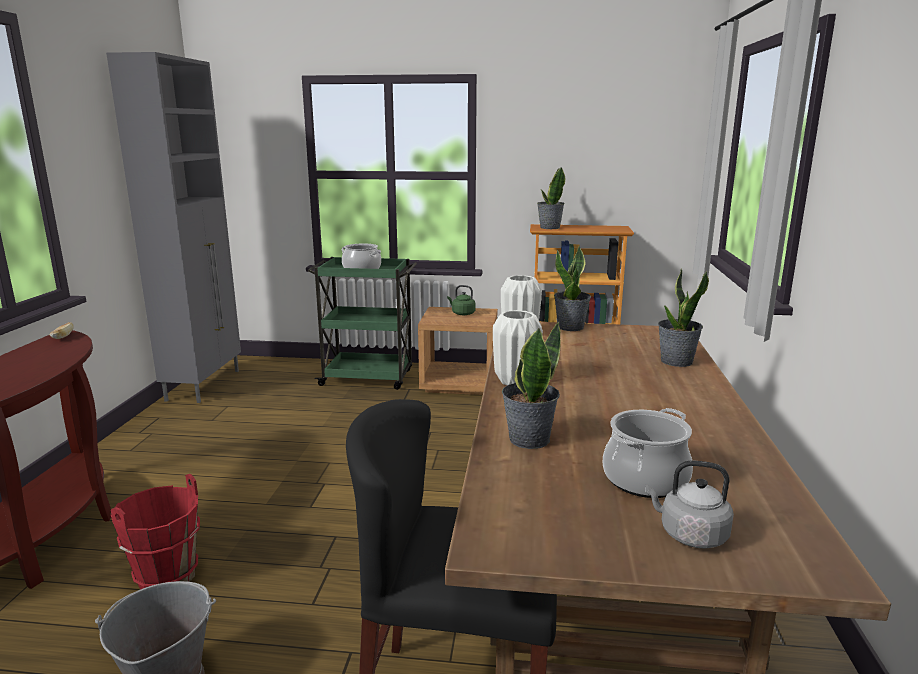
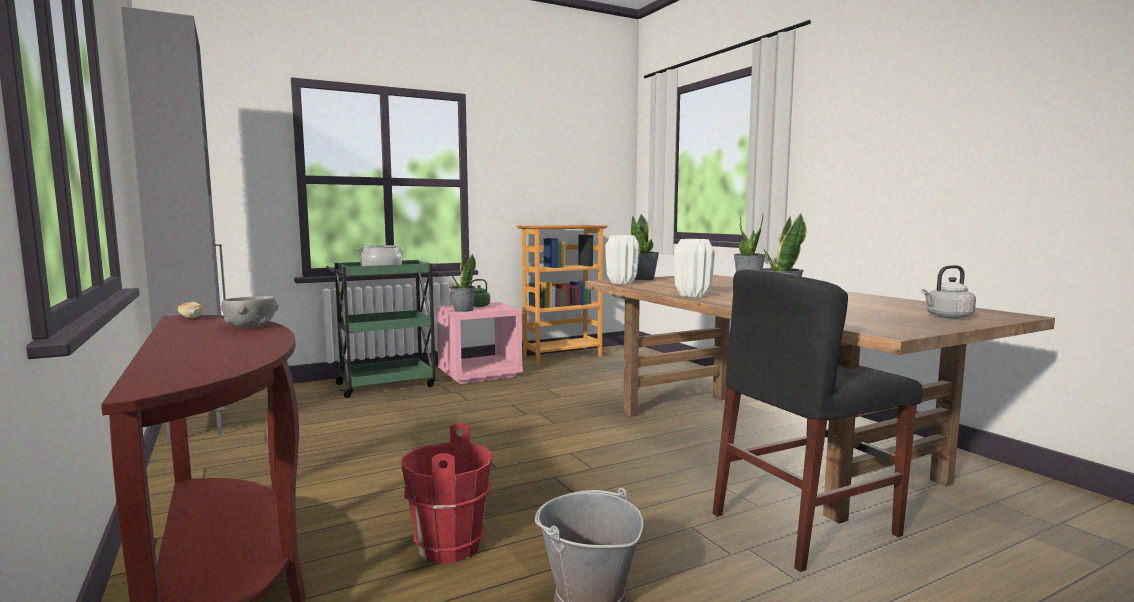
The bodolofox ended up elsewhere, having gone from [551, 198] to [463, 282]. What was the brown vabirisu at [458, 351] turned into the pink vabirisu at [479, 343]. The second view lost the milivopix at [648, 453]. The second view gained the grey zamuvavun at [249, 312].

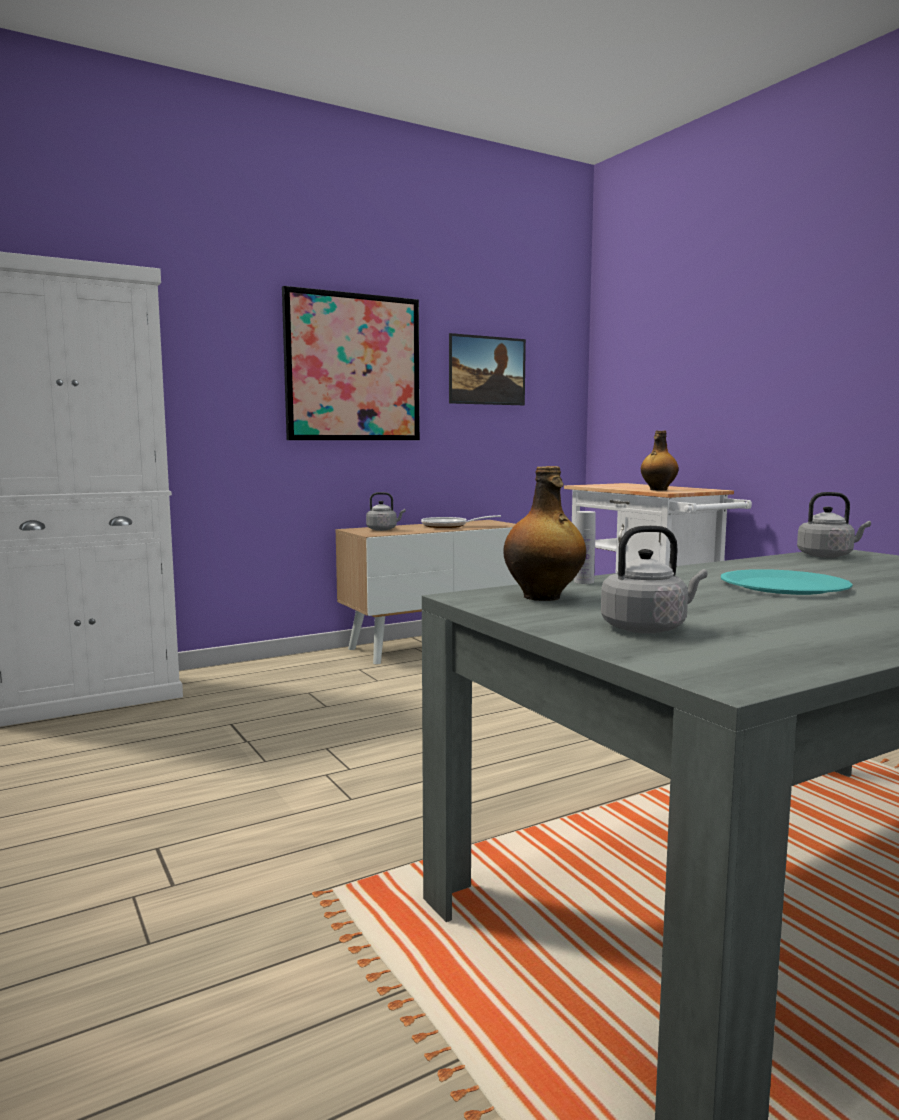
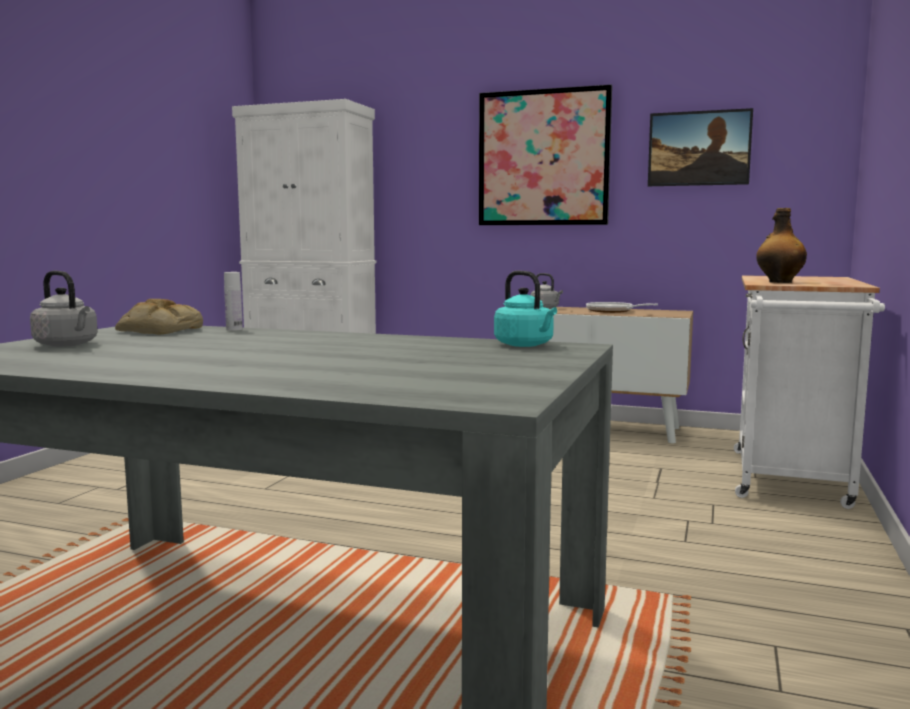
Where the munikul stood at [544, 533], the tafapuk came to stand at [159, 316]. What was the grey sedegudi at [834, 525] turned into the turquoise sedegudi at [525, 309]. The second view lost the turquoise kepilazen at [787, 582].

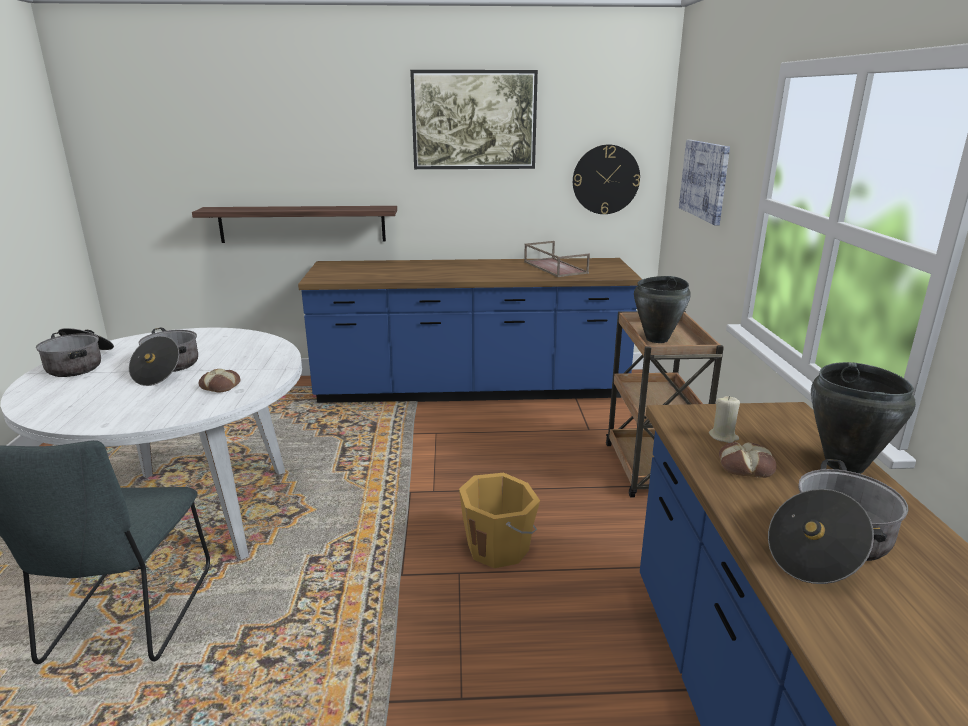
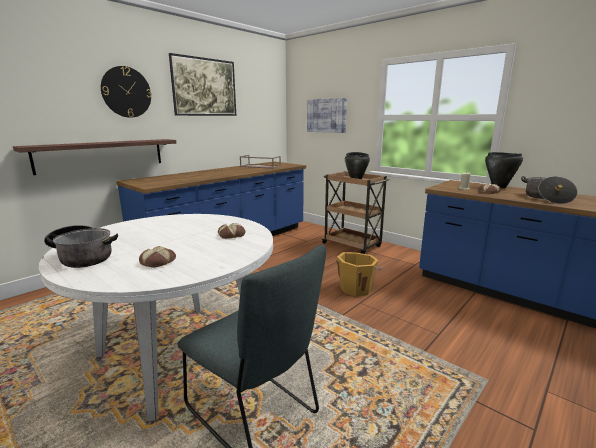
The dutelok ended up elsewhere, having gone from [606, 179] to [126, 92]. The second view lost the milivopix at [163, 357]. The second view gained the tafapuk at [157, 257].

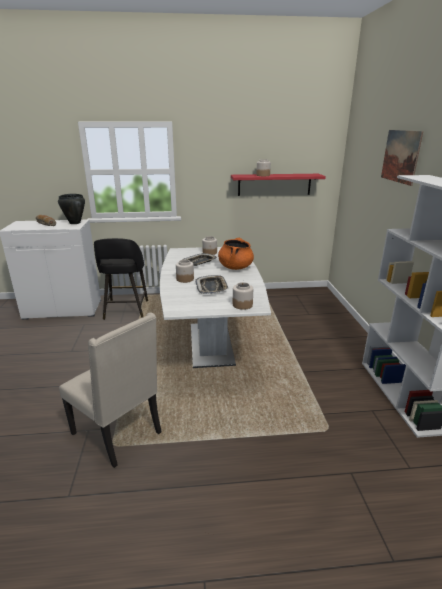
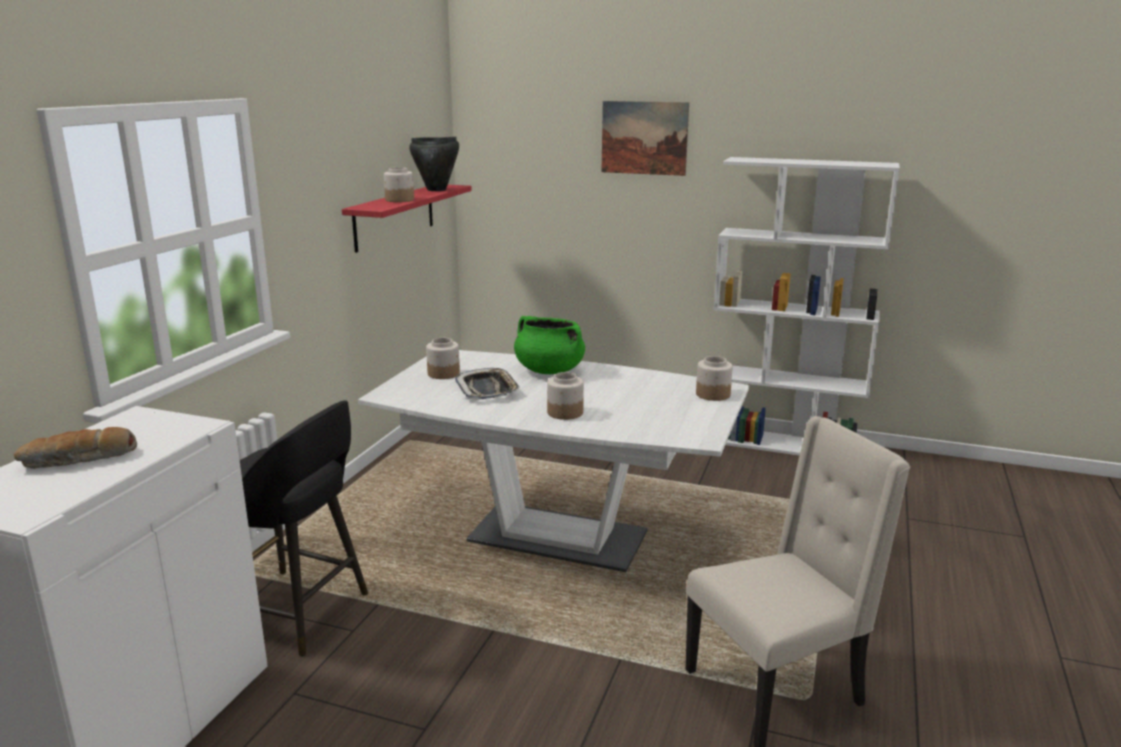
The black milivopix ended up elsewhere, having gone from [71, 209] to [434, 163]. What was the orange milivopix at [236, 254] turned into the green milivopix at [549, 345]. The second view lost the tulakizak at [211, 284].

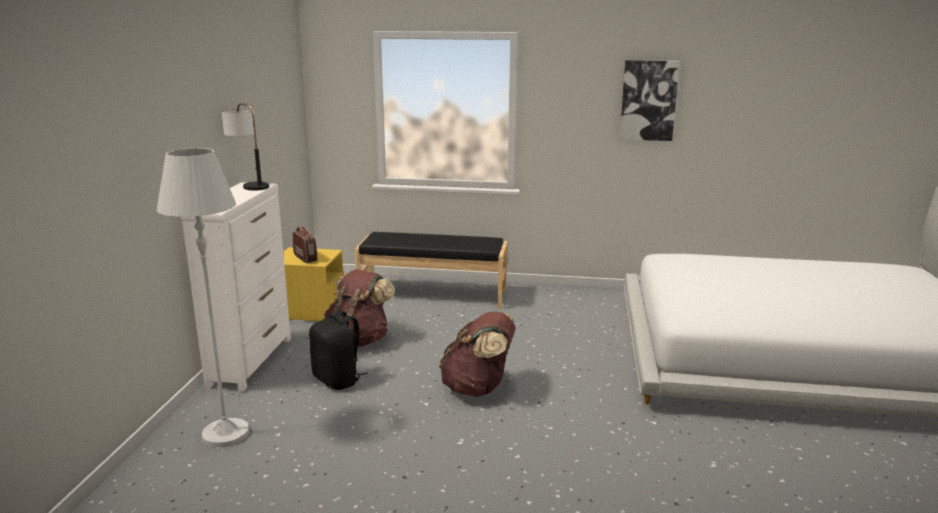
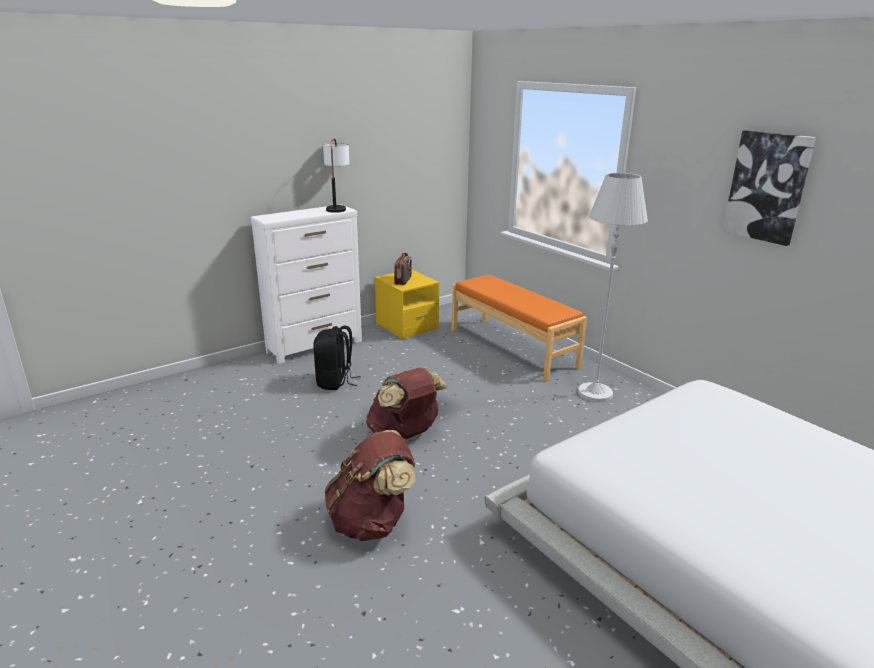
The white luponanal ended up elsewhere, having gone from [203, 298] to [613, 287]. What was the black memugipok at [431, 270] turned into the orange memugipok at [519, 328]. The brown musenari ended up elsewhere, having gone from [359, 308] to [369, 485].

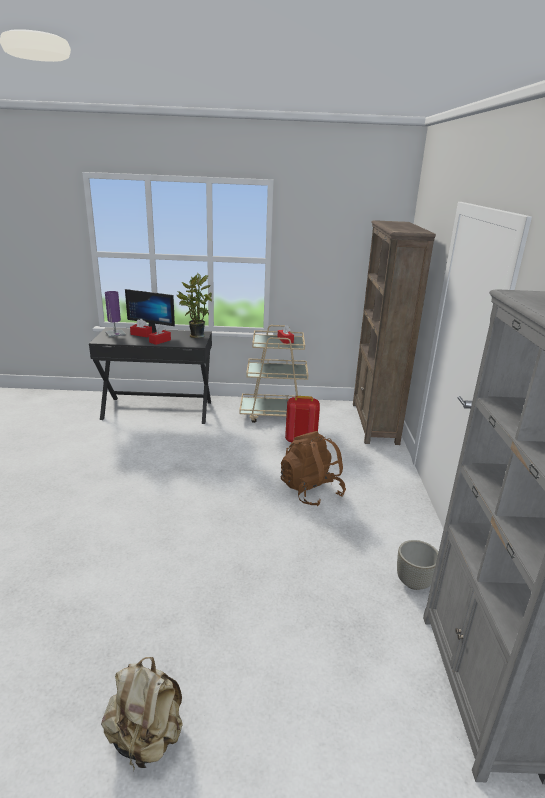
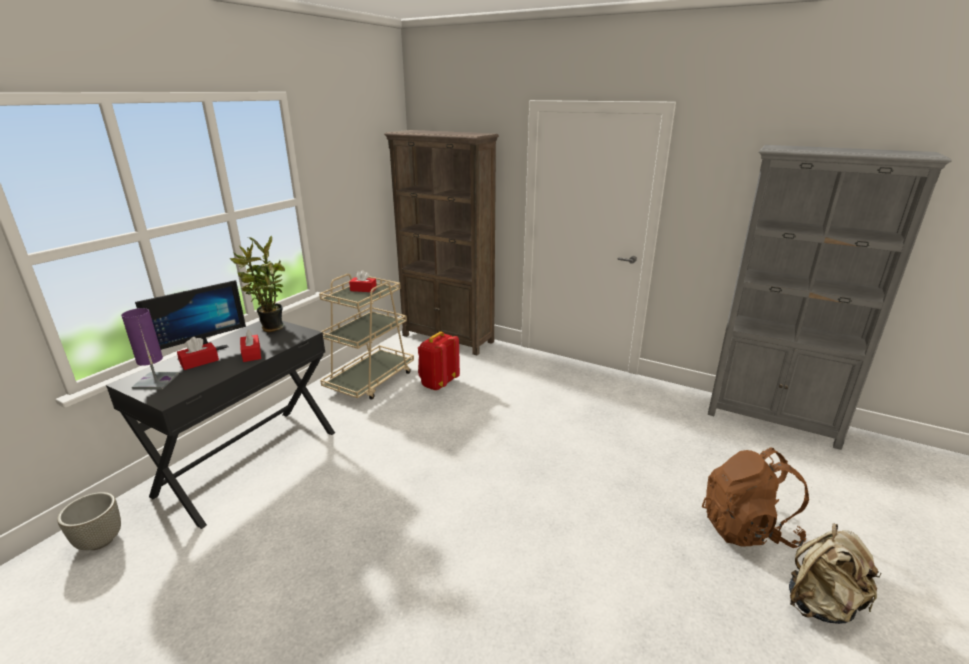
The brown musenari ended up elsewhere, having gone from [313, 468] to [755, 497]. The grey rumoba ended up elsewhere, having gone from [417, 565] to [89, 521].

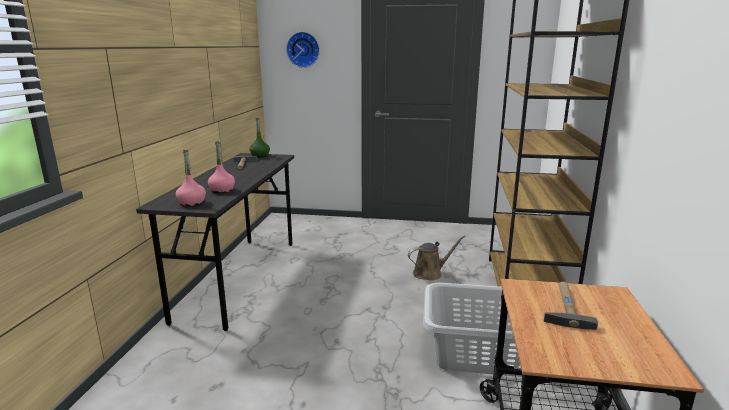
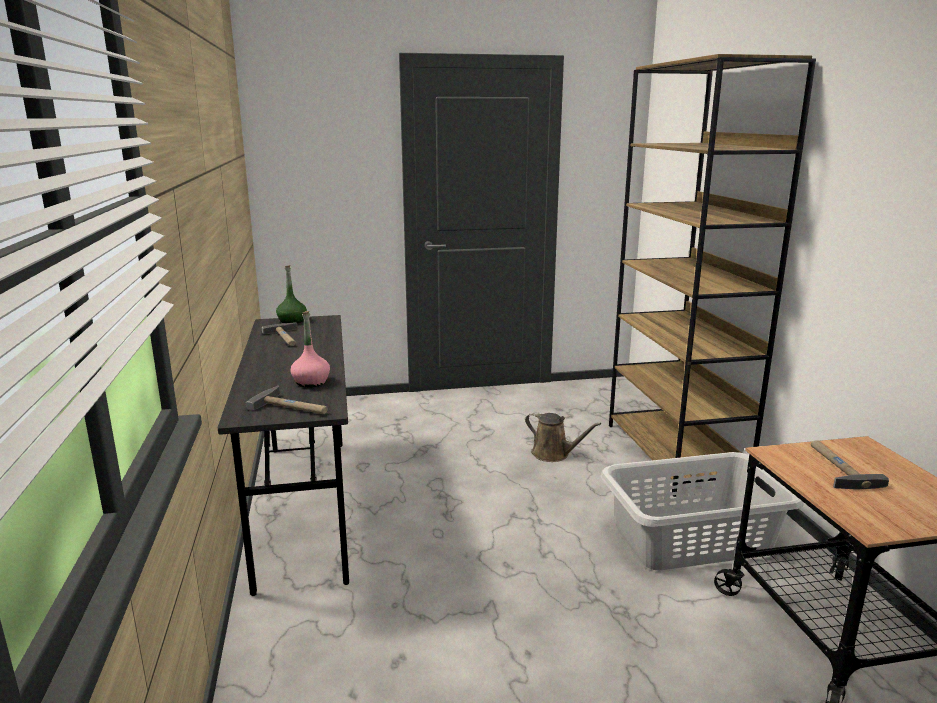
The second view lost the dutelok at [303, 50]. Where the pink munikul stood at [191, 178], the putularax came to stand at [287, 400]. The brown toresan at [437, 257] ended up facing another way, 75 degrees clockwise from before.

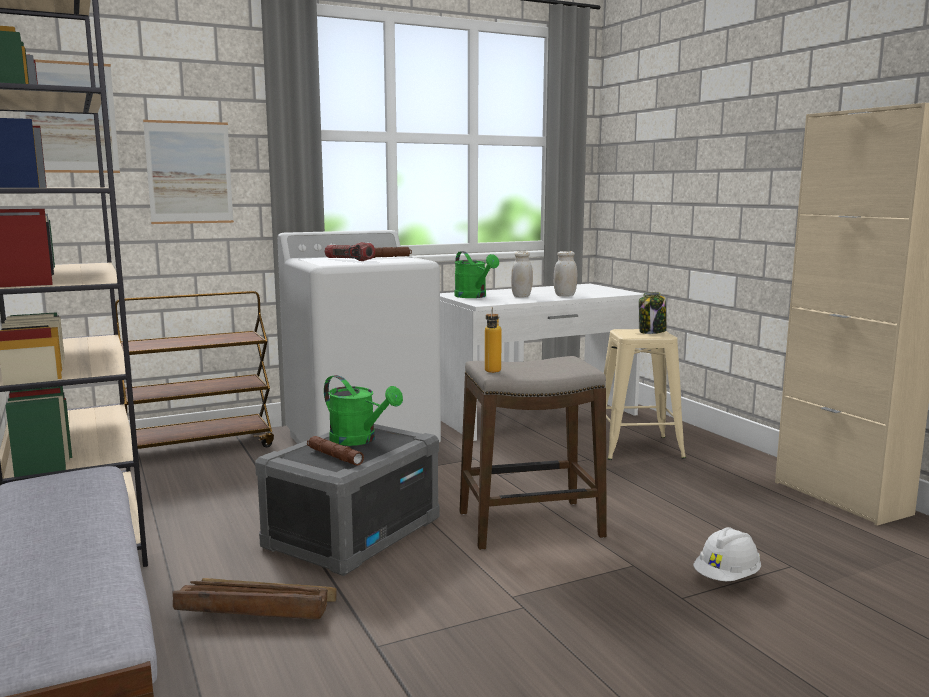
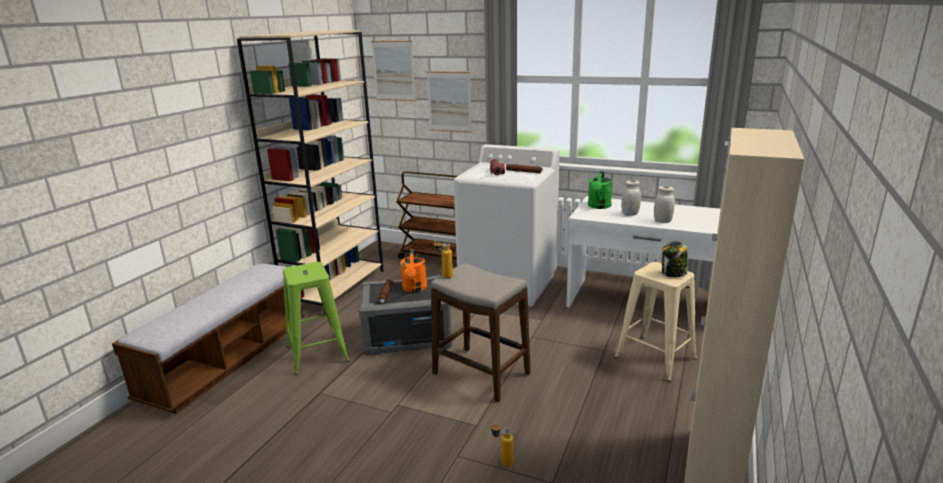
What was the green toresan at [363, 410] turned into the orange toresan at [413, 270]. Where the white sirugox stood at [727, 554], the munikul came to stand at [502, 444]. Where the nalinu stood at [255, 598], the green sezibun came to stand at [316, 318].

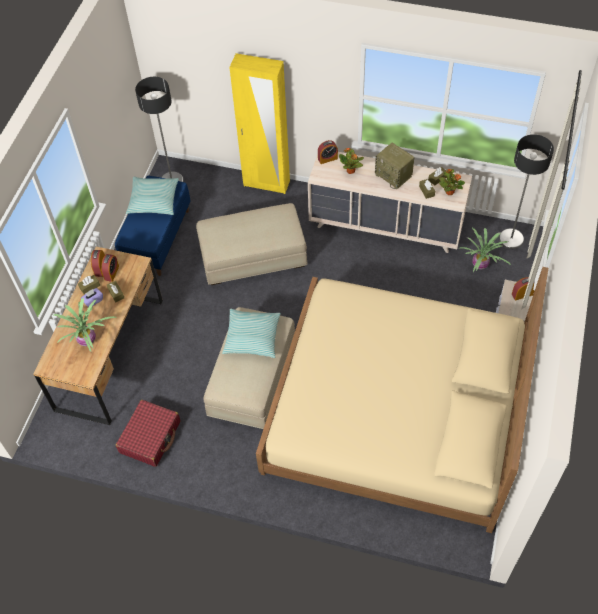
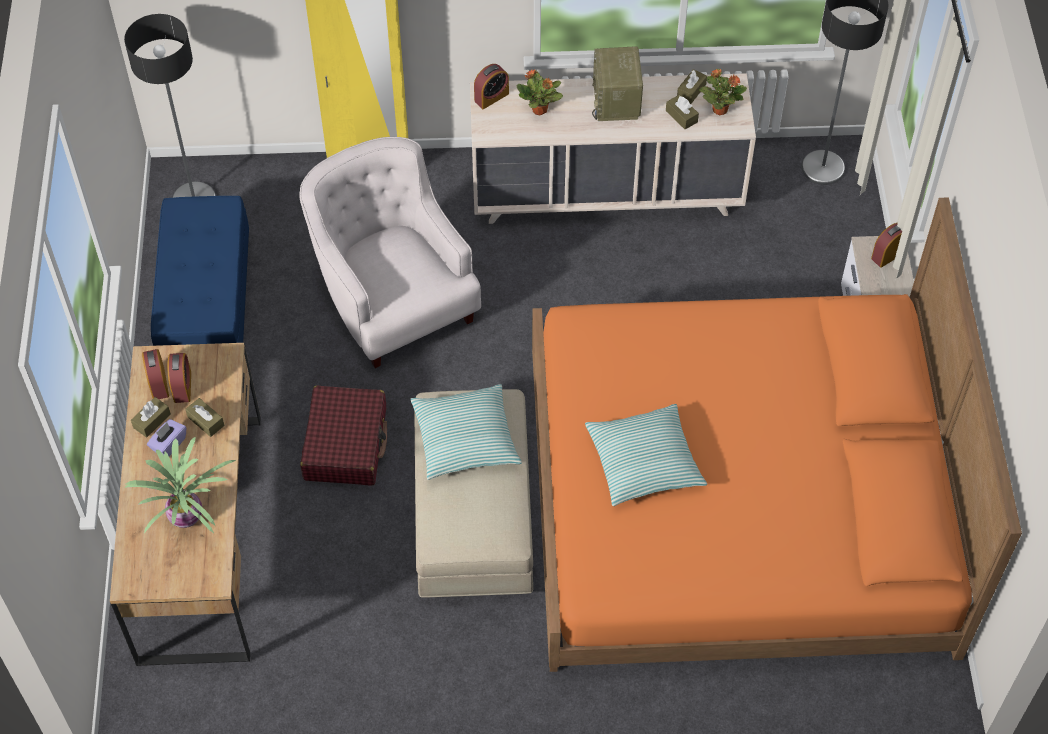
The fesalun at [395, 166] ended up facing another way, 60 degrees clockwise from before. The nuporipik ended up elsewhere, having gone from [152, 196] to [646, 455]. Where the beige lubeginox stood at [251, 244], the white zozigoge came to stand at [390, 252]. The second view lost the bodolofox at [486, 250]. What was the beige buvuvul at [402, 400] turned into the orange buvuvul at [777, 434]. The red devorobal ended up elsewhere, having gone from [148, 433] to [343, 436].

